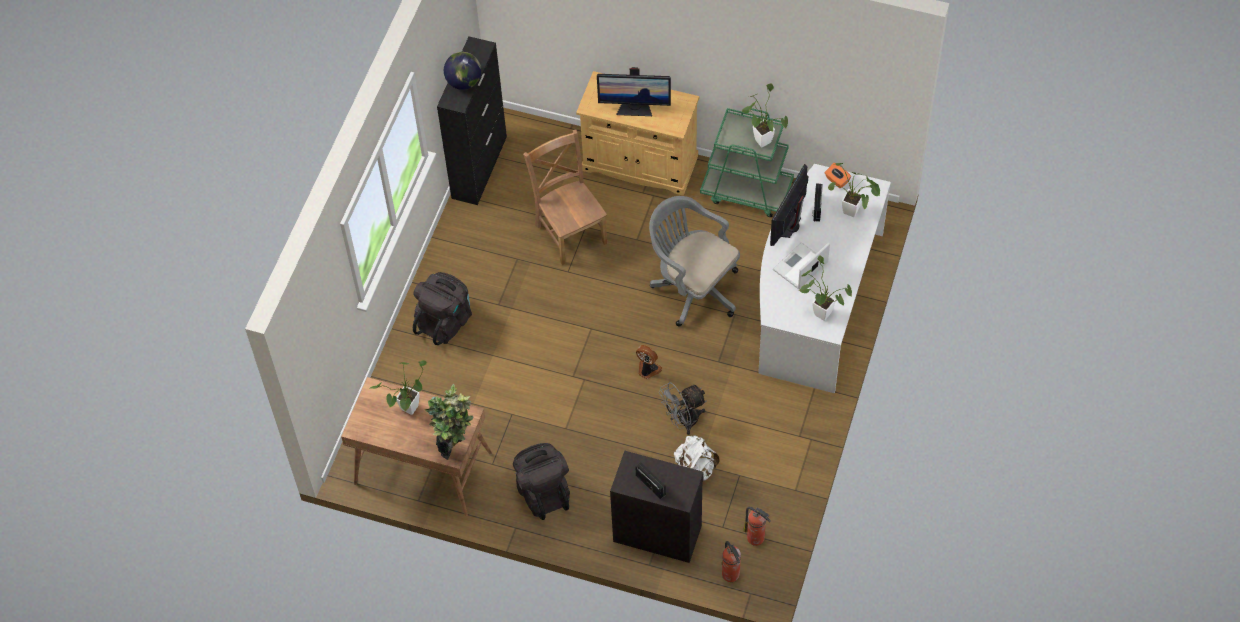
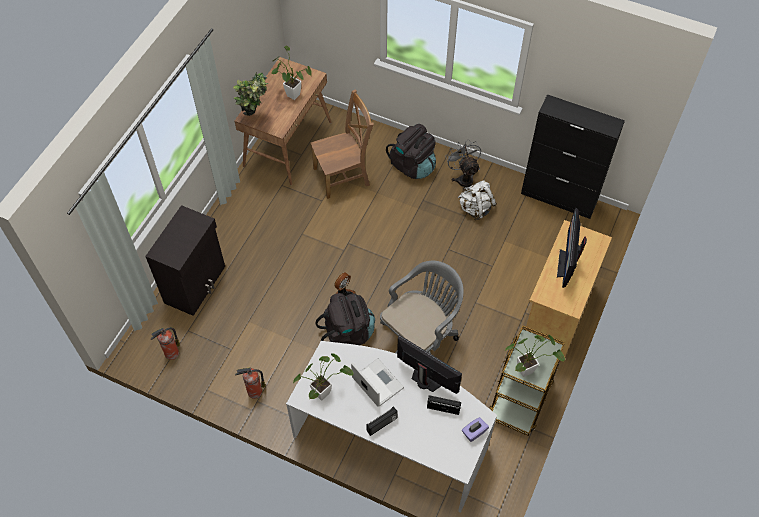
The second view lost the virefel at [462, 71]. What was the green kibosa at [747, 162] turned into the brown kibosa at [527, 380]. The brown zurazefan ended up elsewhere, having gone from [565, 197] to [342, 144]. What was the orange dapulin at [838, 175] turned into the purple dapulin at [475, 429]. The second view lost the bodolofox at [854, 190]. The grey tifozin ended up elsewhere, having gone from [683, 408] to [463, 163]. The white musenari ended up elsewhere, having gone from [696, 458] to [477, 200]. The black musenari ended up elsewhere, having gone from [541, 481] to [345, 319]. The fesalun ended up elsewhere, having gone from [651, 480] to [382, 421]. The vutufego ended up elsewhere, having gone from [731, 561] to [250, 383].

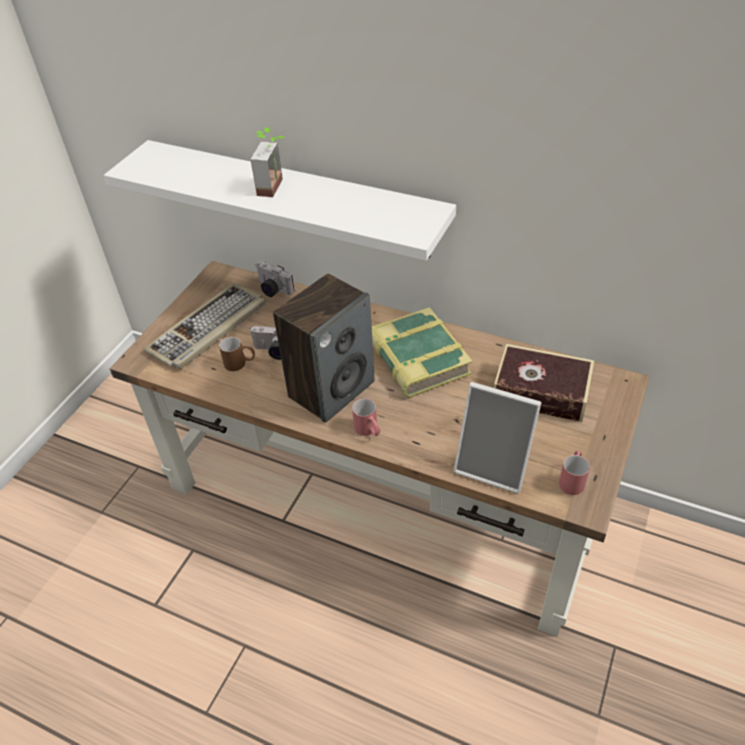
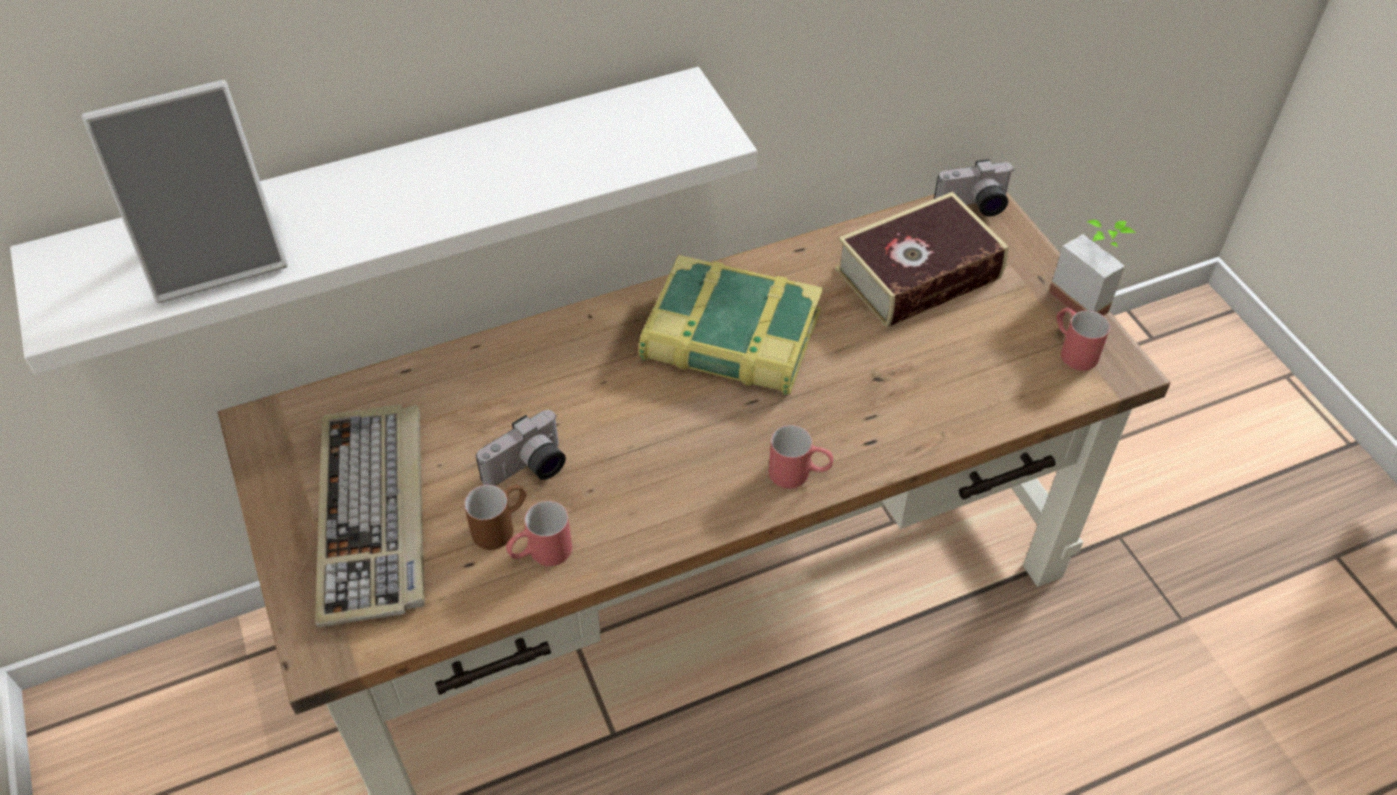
The bodolofox ended up elsewhere, having gone from [268, 162] to [1092, 268]. The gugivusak ended up elsewhere, having gone from [275, 279] to [974, 188]. The second view lost the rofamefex at [324, 348]. The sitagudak ended up elsewhere, having gone from [498, 438] to [184, 191]. The second view gained the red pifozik at [539, 533].

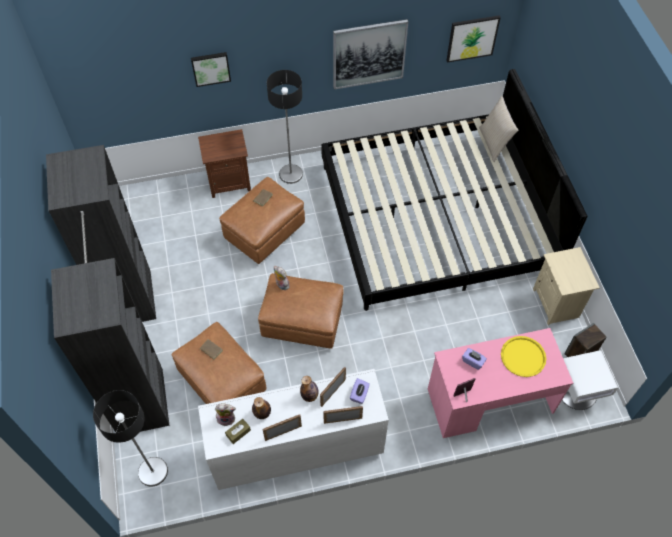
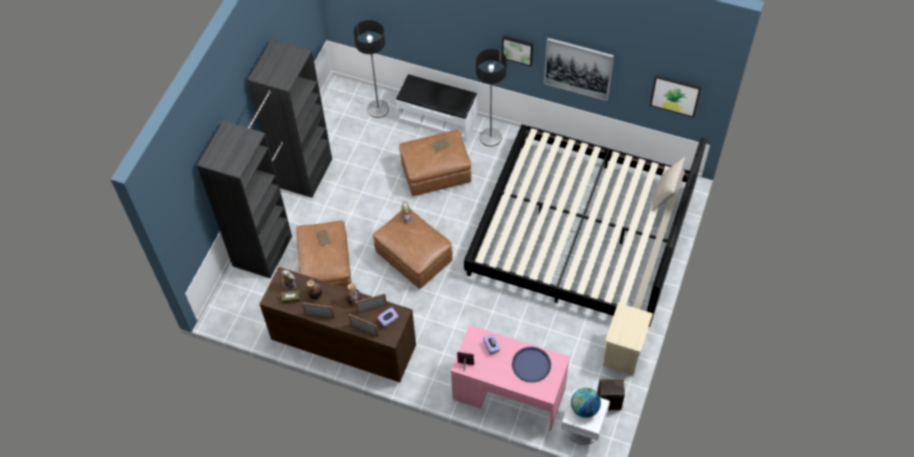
The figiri ended up elsewhere, having gone from [211, 69] to [517, 51]. Where the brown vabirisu stood at [224, 163], the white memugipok came to stand at [436, 108]. What was the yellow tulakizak at [523, 356] turned into the blue tulakizak at [531, 365]. What was the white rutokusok at [293, 429] turned into the brown rutokusok at [338, 324]. The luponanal ended up elsewhere, having gone from [130, 438] to [371, 69]. The second view gained the virefel at [586, 403].

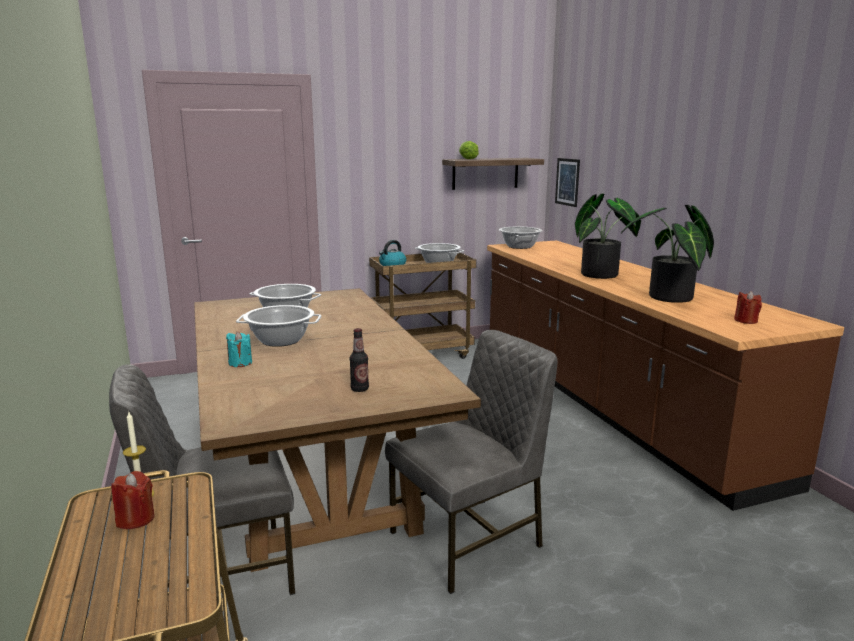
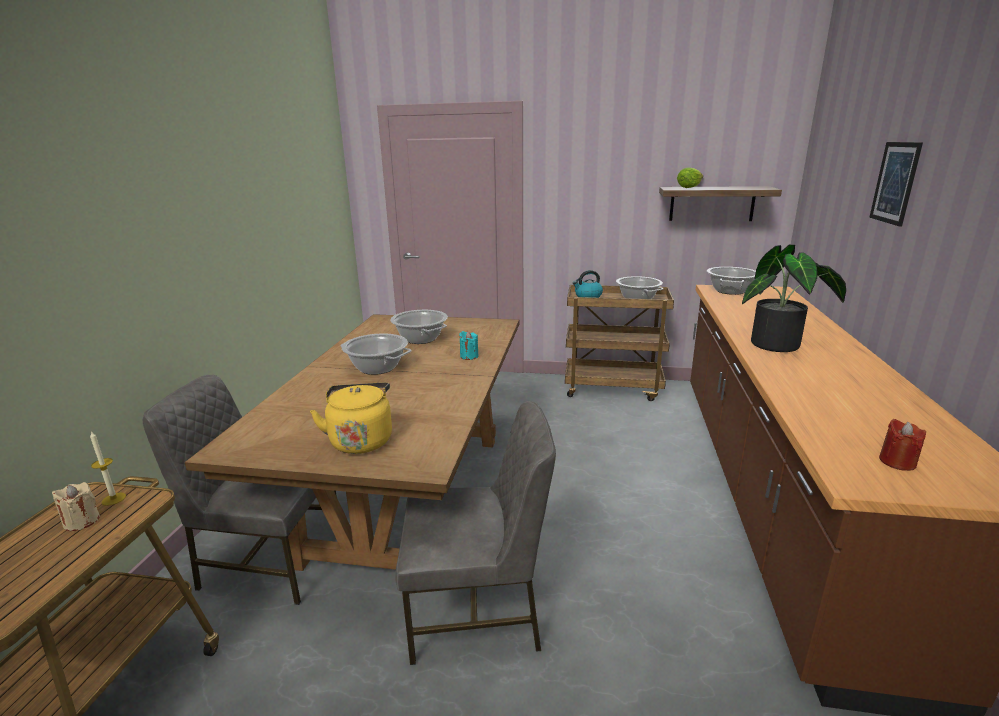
The figiri ended up elsewhere, having gone from [567, 182] to [896, 184]. The second view lost the bodolofox at [667, 254]. Where the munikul stood at [359, 360], the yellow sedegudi came to stand at [351, 418]. The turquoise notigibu ended up elsewhere, having gone from [239, 349] to [468, 345]. What was the red notigibu at [133, 500] turned into the beige notigibu at [76, 506].

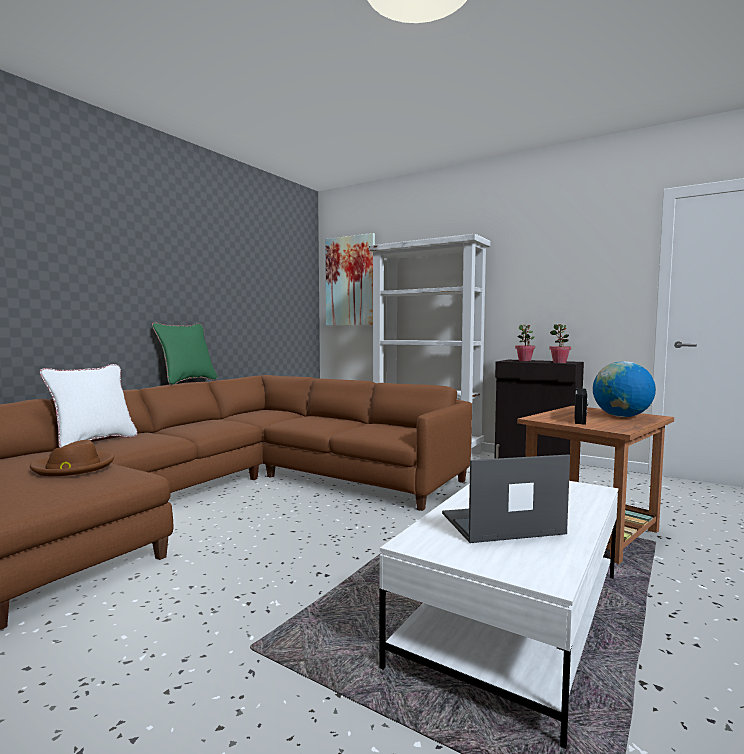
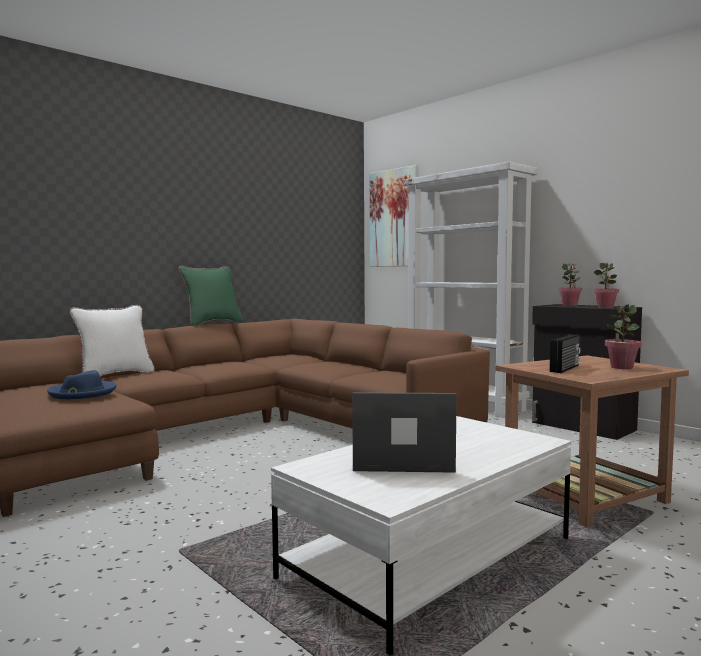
Where the virefel stood at [624, 389], the bodolofox came to stand at [623, 336]. What was the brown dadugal at [72, 458] turned into the blue dadugal at [81, 384].

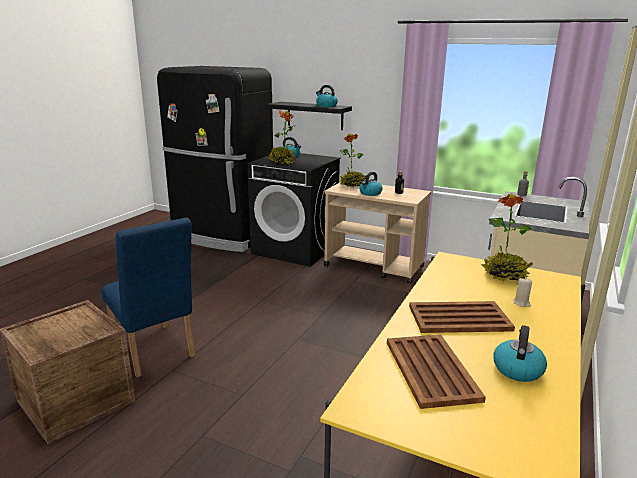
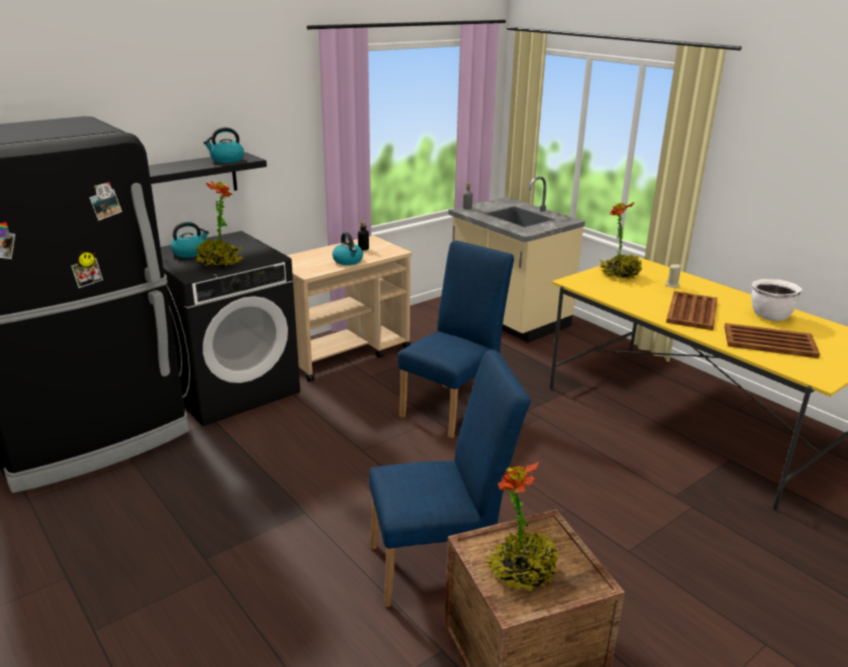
The bodolofox ended up elsewhere, having gone from [352, 160] to [522, 527]. Where the sedegudi stood at [520, 353], the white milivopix came to stand at [776, 300]. The second view gained the blue zurazefan at [456, 339].

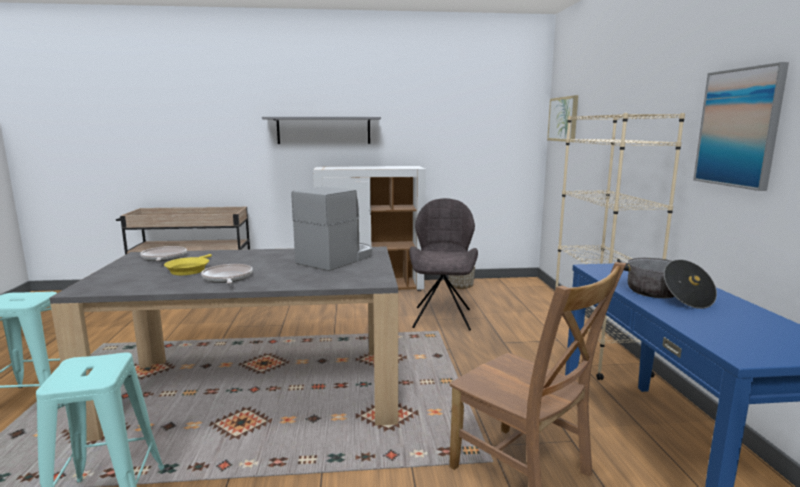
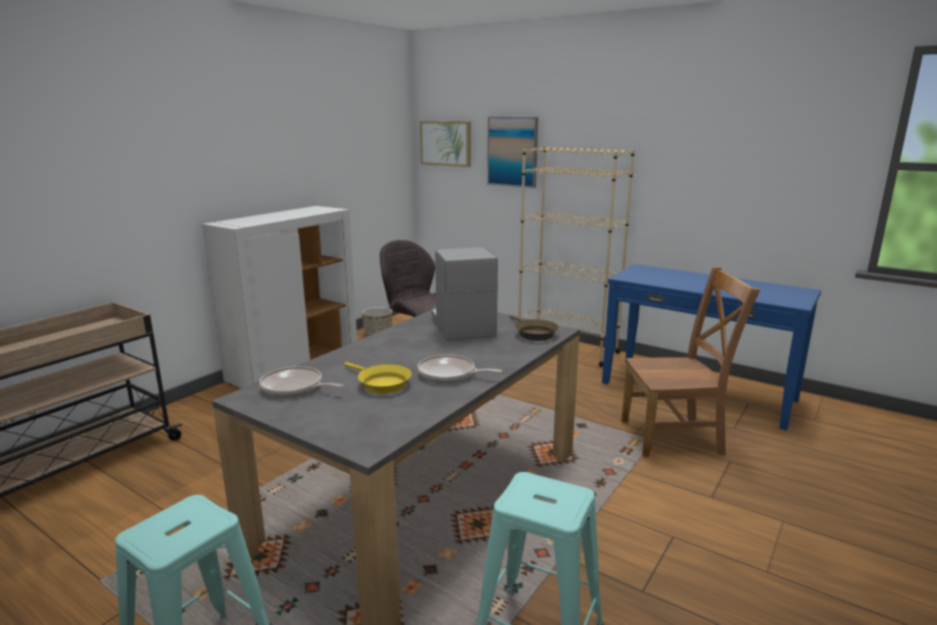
The figiri ended up elsewhere, having gone from [741, 126] to [512, 152]. The second view lost the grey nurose at [321, 130]. The second view lost the milivopix at [667, 283]. The second view gained the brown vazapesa at [534, 328].

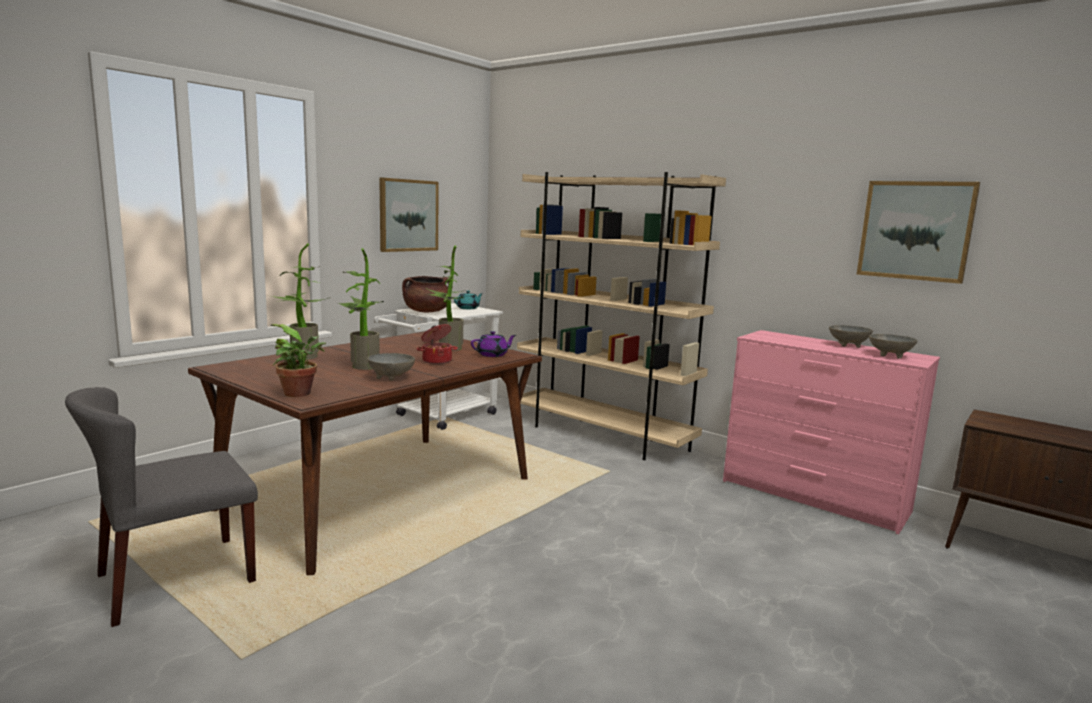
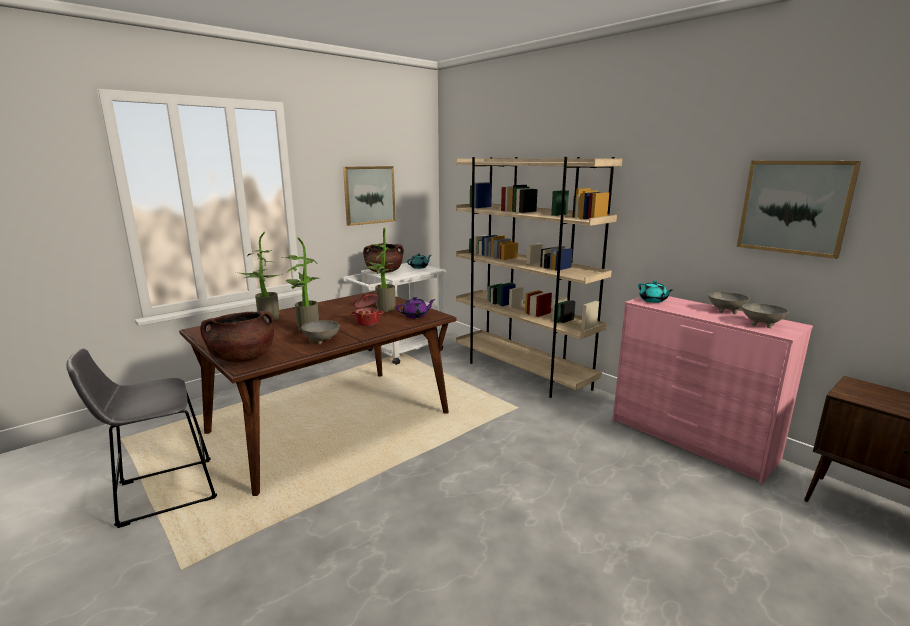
Where the bodolofox stood at [298, 360], the brown milivopix came to stand at [237, 336]. Where the grey zurazefan stood at [161, 507], the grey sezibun came to stand at [141, 438]. The second view gained the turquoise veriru at [655, 292].

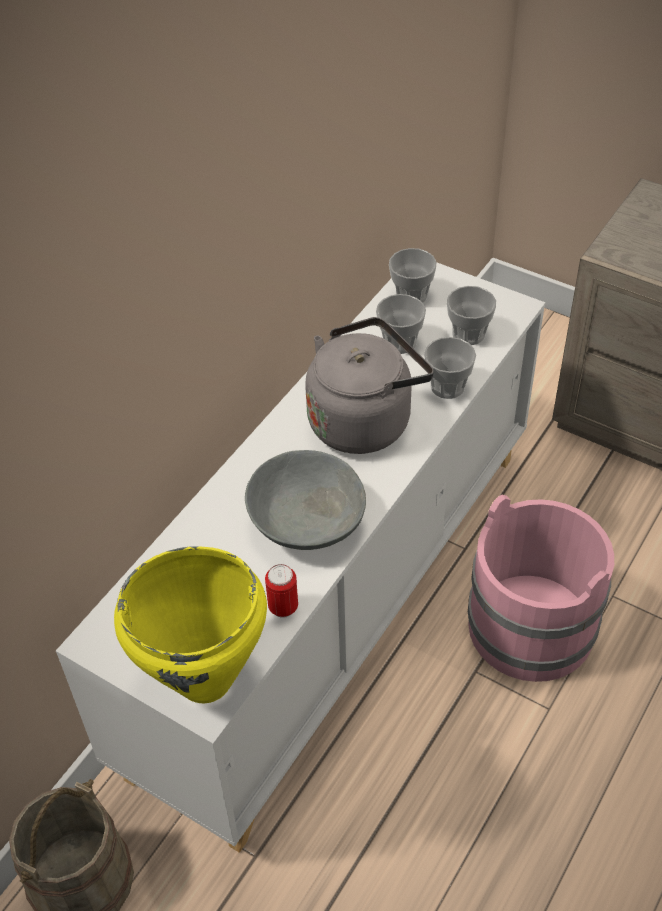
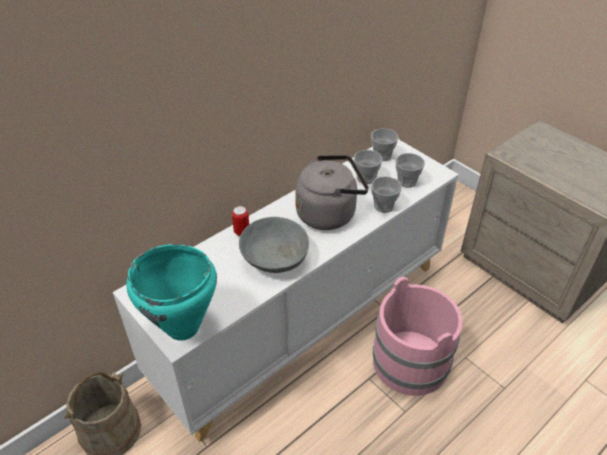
What was the yellow milivopix at [190, 624] turned into the turquoise milivopix at [171, 292]. The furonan ended up elsewhere, having gone from [281, 591] to [240, 221].

